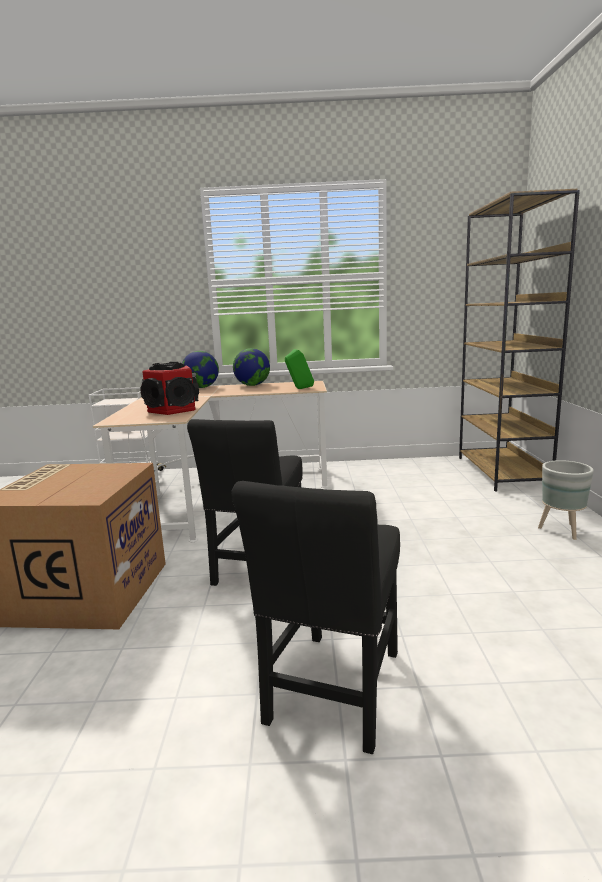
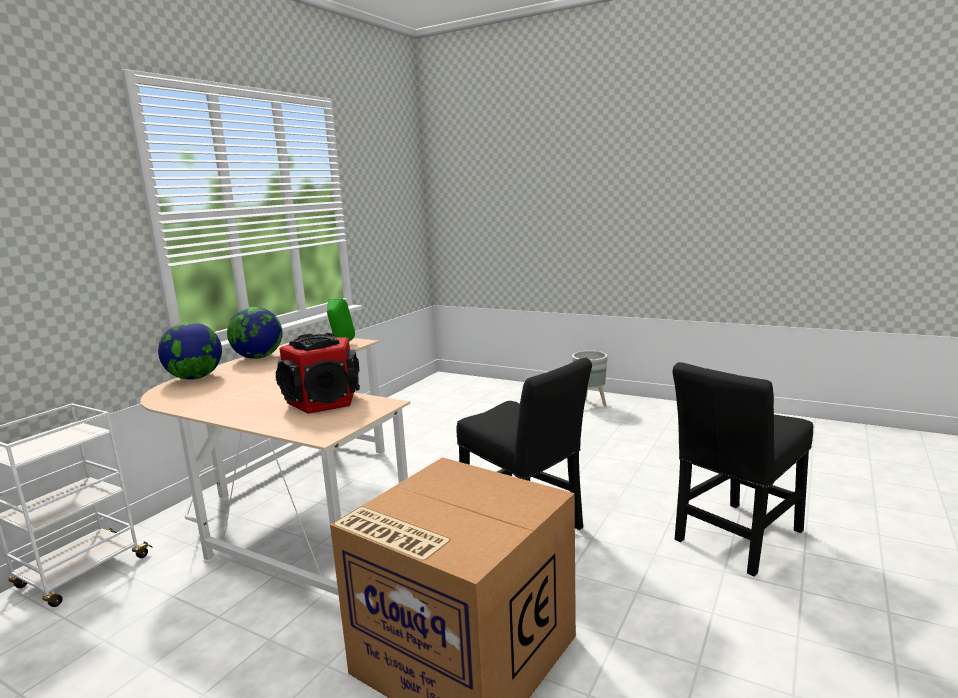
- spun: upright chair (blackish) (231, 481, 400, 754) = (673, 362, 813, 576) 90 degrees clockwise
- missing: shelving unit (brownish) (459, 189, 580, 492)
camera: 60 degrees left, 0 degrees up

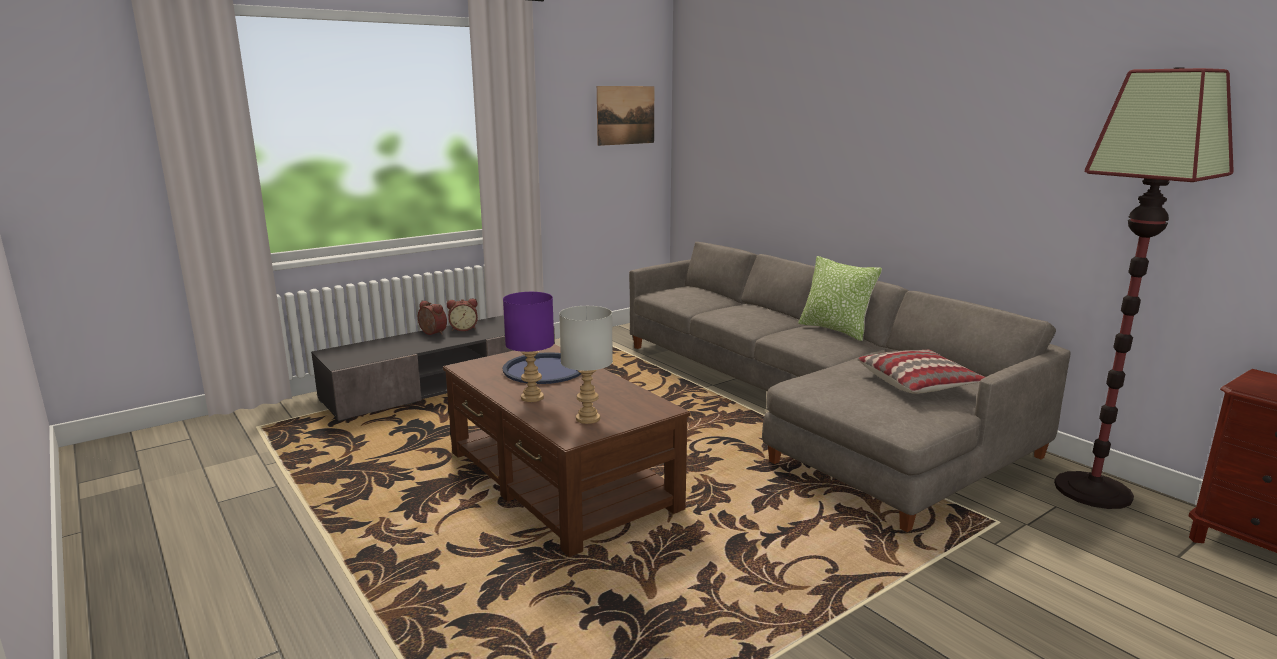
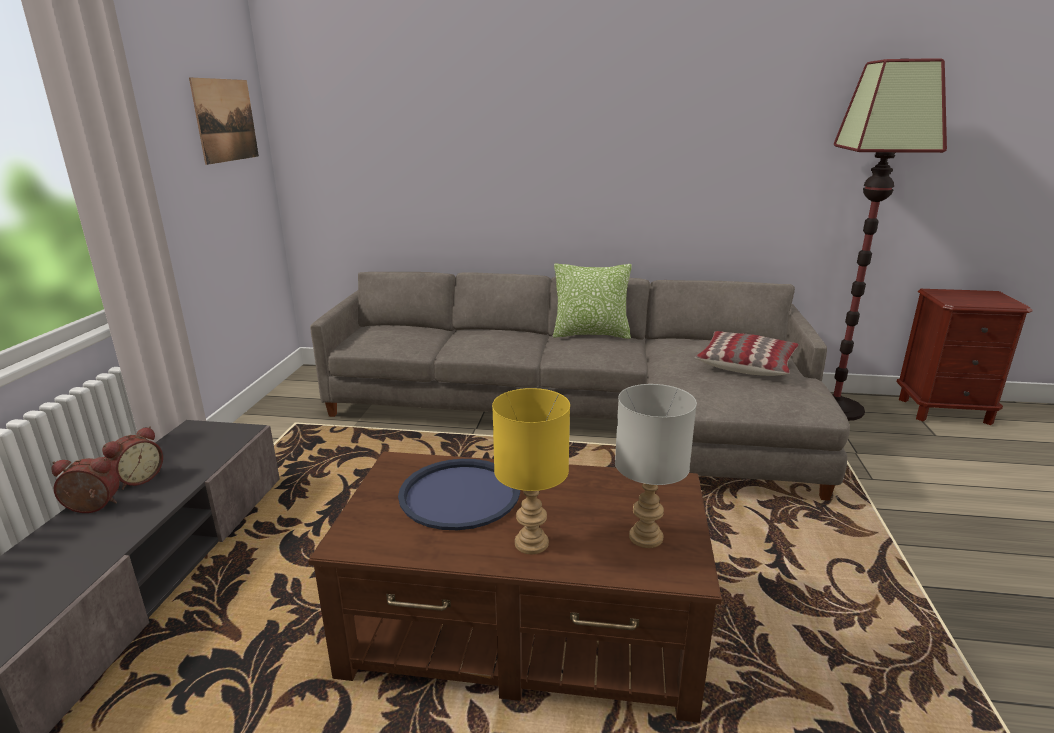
- colour: table lamp (purple) (503, 292, 554, 402) to table lamp (yellow-coloured) (492, 388, 570, 554)
camera: 45 degrees left, 5 degrees up

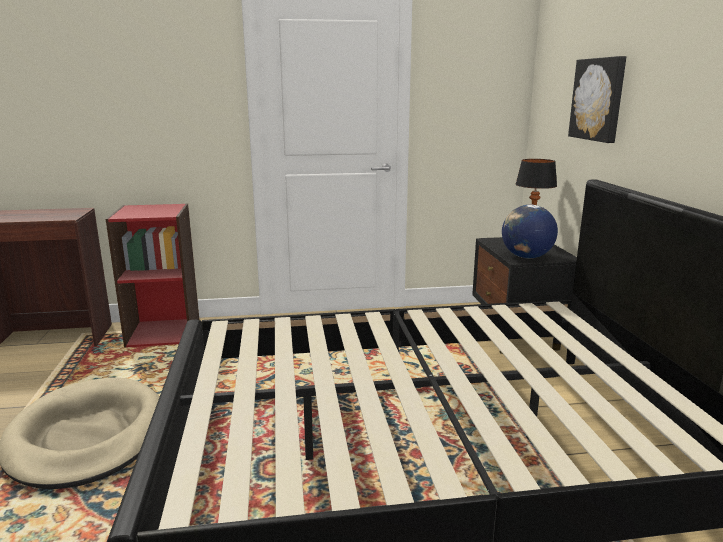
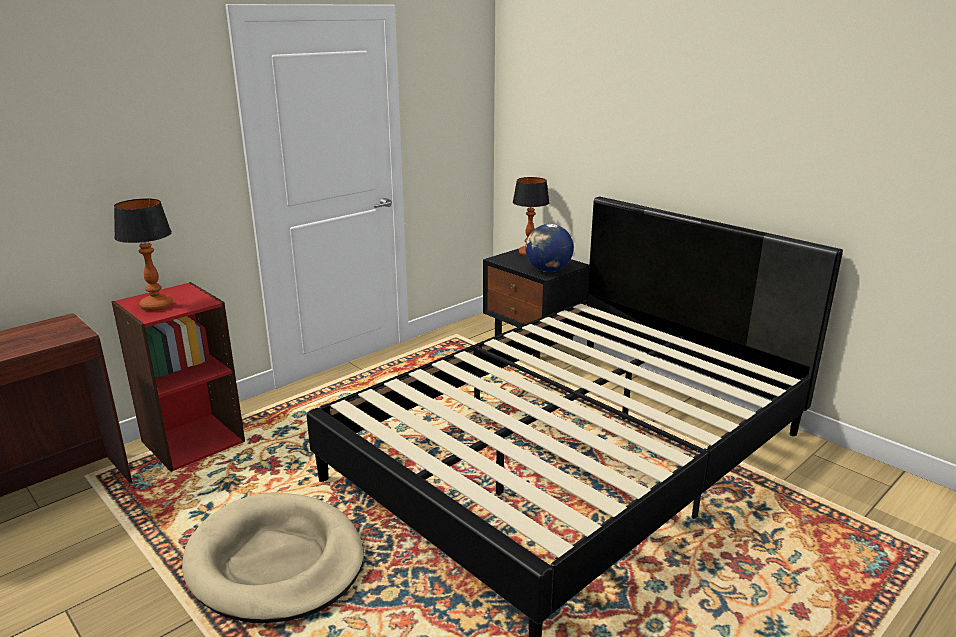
- appeared: table lamp (114, 199, 173, 311)
- missing: picture (568, 56, 626, 143)
camera: 35 degrees left, 5 degrees up

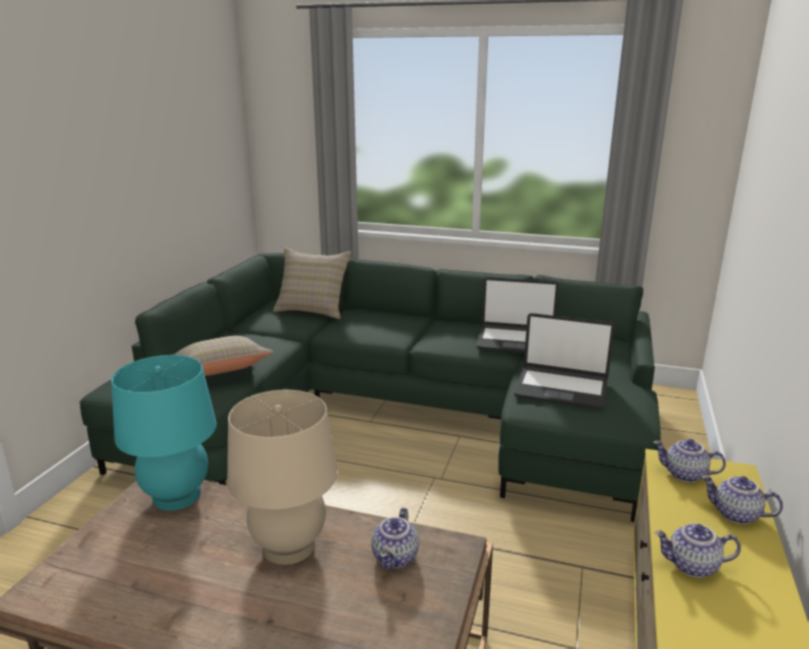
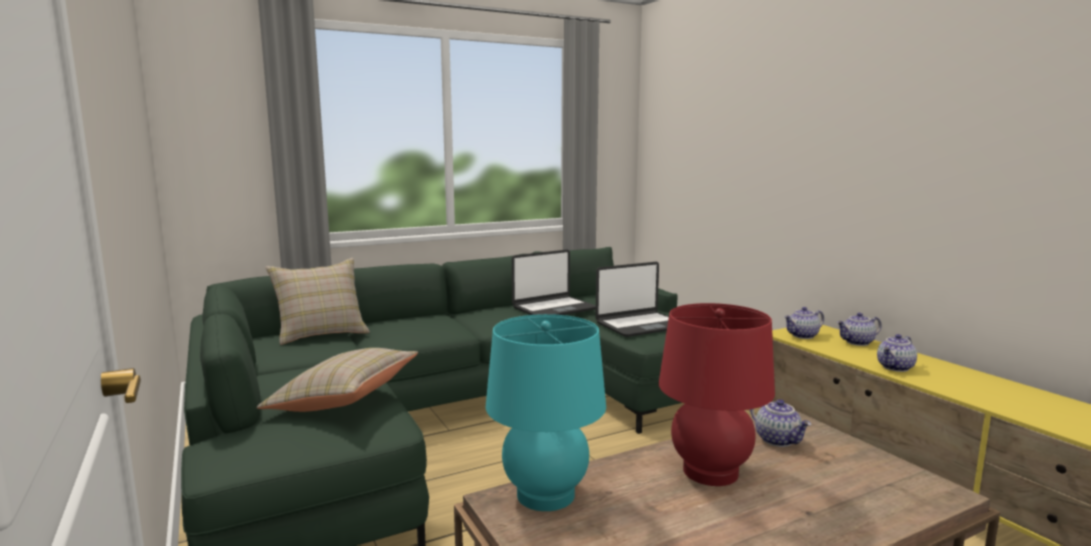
- colour: table lamp (sand-coloured) (227, 390, 338, 565) to table lamp (reddish) (659, 303, 775, 486)
camera: 45 degrees left, 10 degrees down

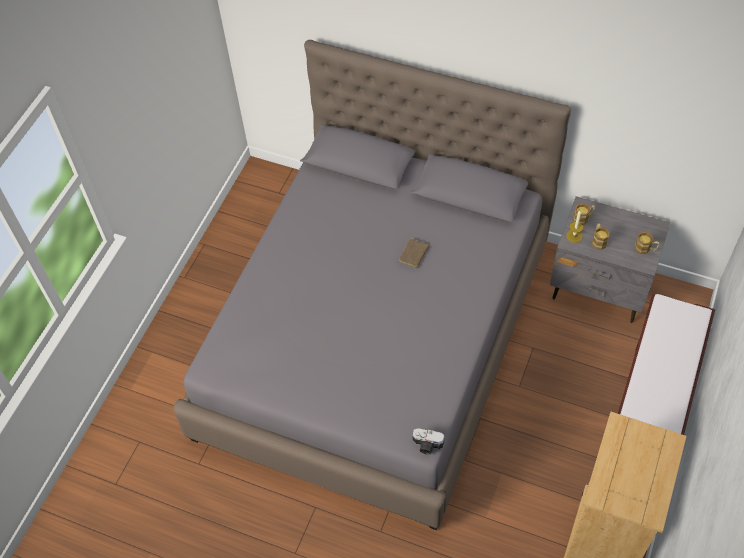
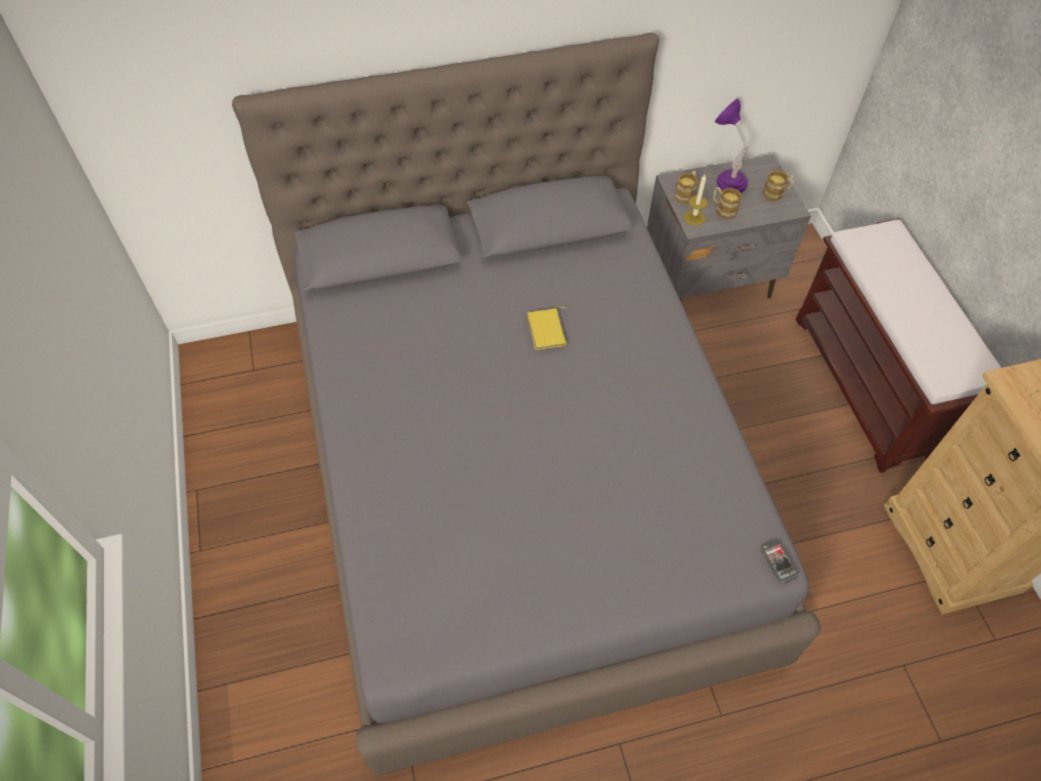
- colour: book (brownish) (398, 238, 435, 269) to book (yellow-coloured) (527, 306, 566, 350)
- appeared: table lamp (purple) (715, 98, 749, 193)
- exchanged: still camera (413, 428, 444, 455) to phone (760, 540, 799, 584)
camera: 40 degrees left, 0 degrees up

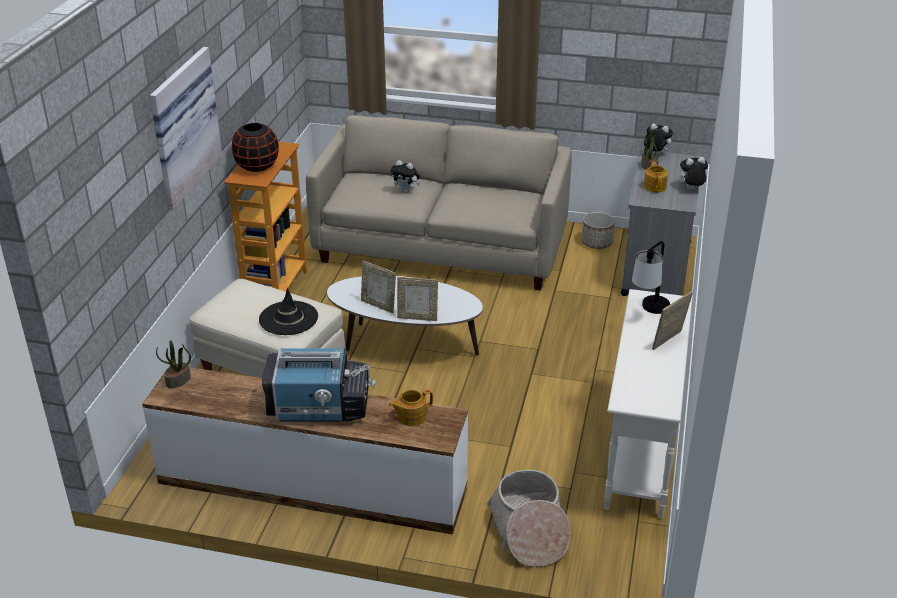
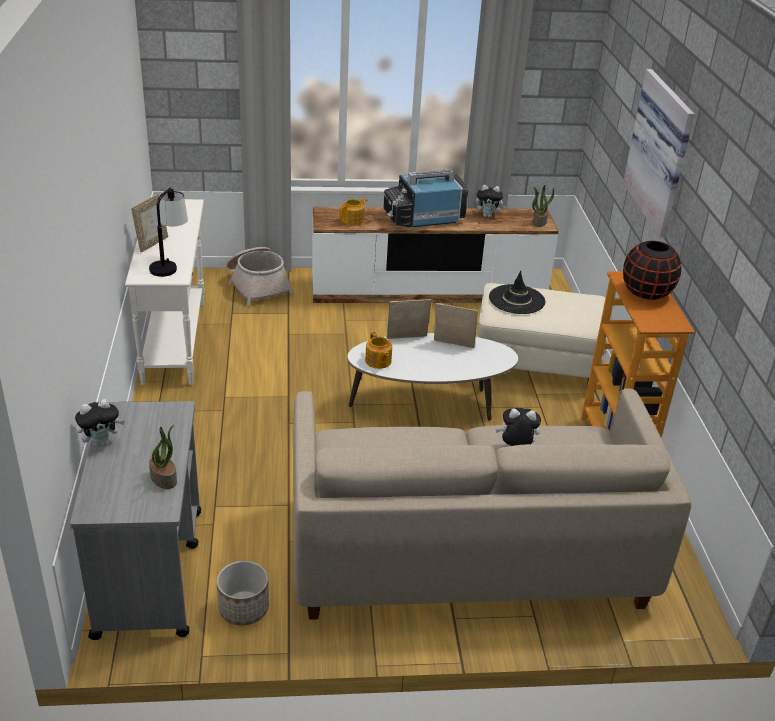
- relocated: pot for tea (644, 161, 668, 193) to (365, 332, 392, 369)
- relocated: plush toy (642, 123, 673, 155) to (476, 185, 506, 218)
camera: 160 degrees right, 0 degrees up

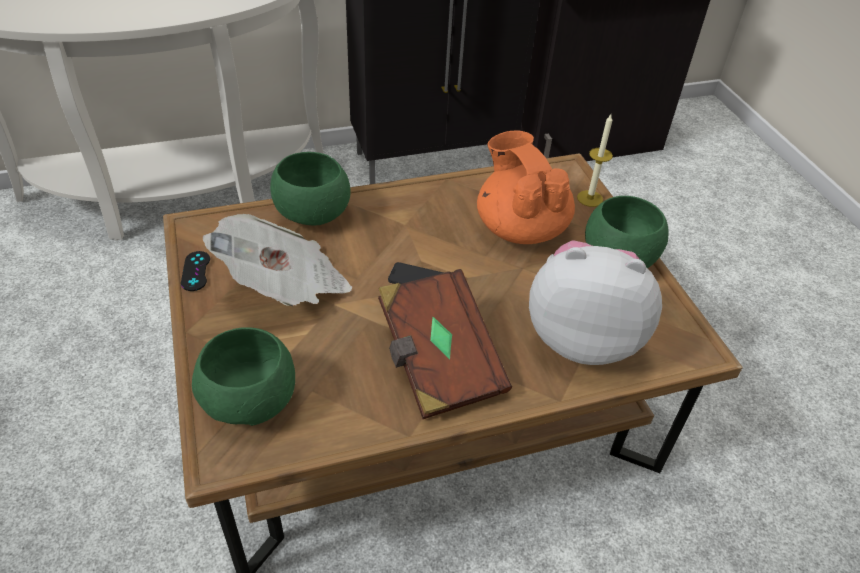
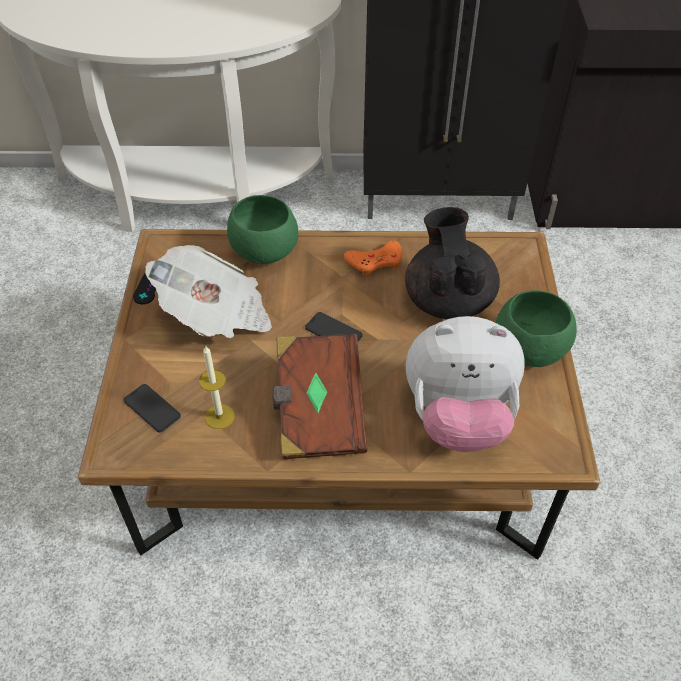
- exchanged: serving bowl (greenish) (192, 327, 295, 426) to phone (124, 384, 181, 433)
- relocated: candle (577, 114, 613, 207) to (199, 345, 235, 429)
- appeared: joypad (orange-coloured) (344, 240, 402, 277)
- colour: pot for tea (orange-coloured) (477, 130, 575, 244) to pot for tea (blackish) (405, 207, 500, 319)
- spun: plush toy (529, 240, 662, 365) = (406, 316, 525, 452) 150 degrees clockwise
camera: 20 degrees right, 5 degrees up

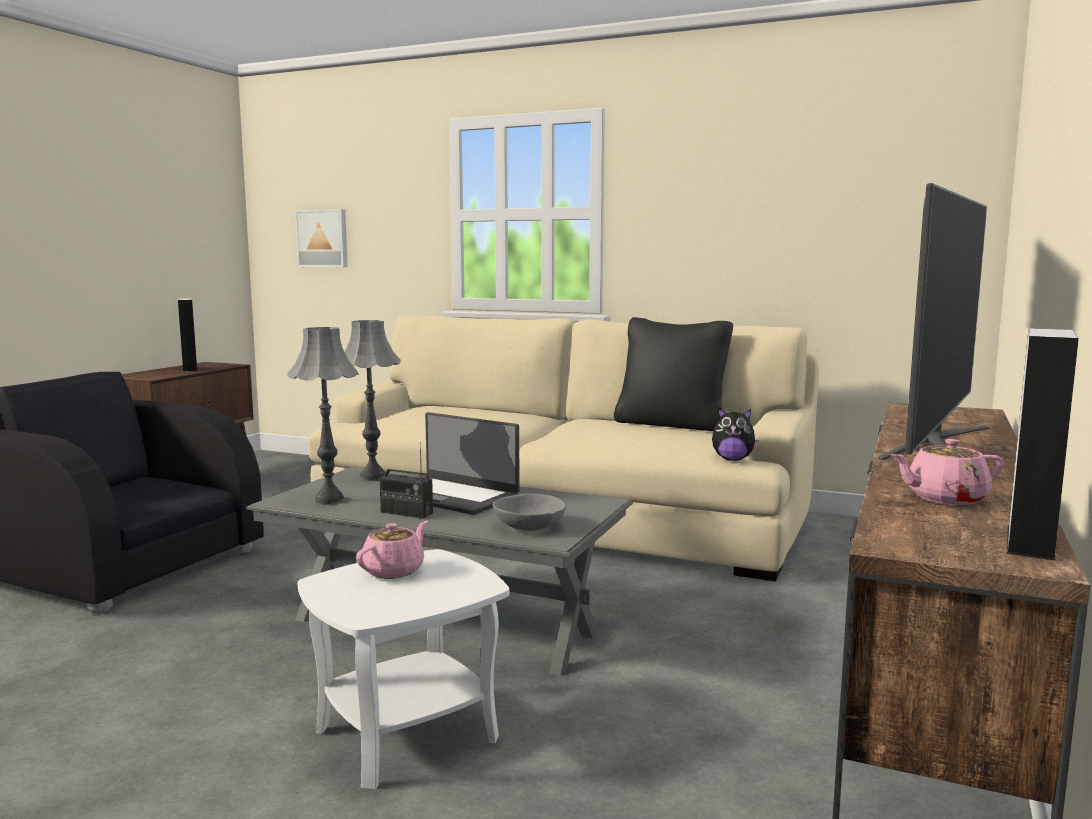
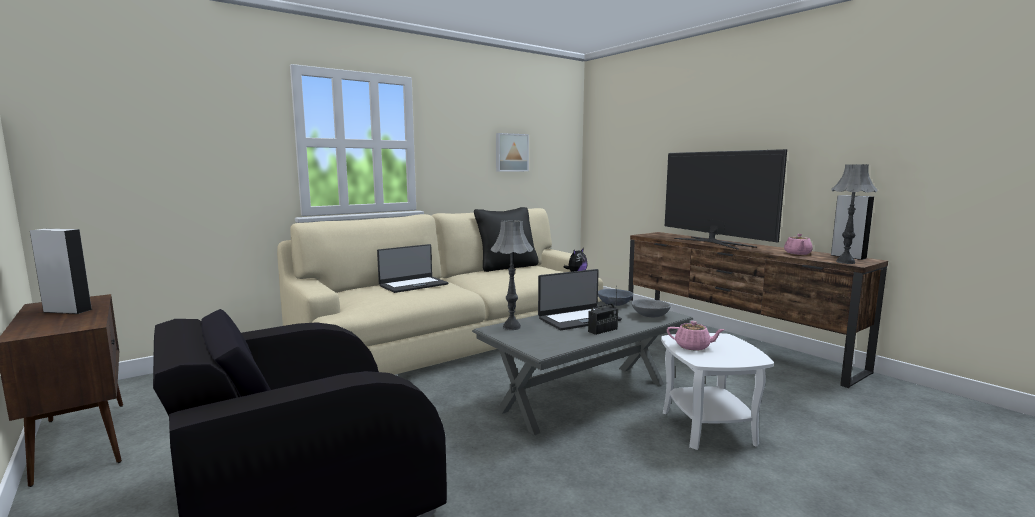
- appeared: portable computer (377, 244, 448, 293)
- relocated: picture (295, 209, 348, 267) to (496, 133, 529, 172)
- appeared: serving bowl (gray) (598, 289, 633, 306)
- spun: pot for tea (pink-coloured) (356, 521, 428, 579) = (667, 321, 724, 351) 135 degrees clockwise
- relocated: table lamp (gray) (287, 327, 358, 504) to (831, 164, 877, 264)
camera: 60 degrees left, 0 degrees up

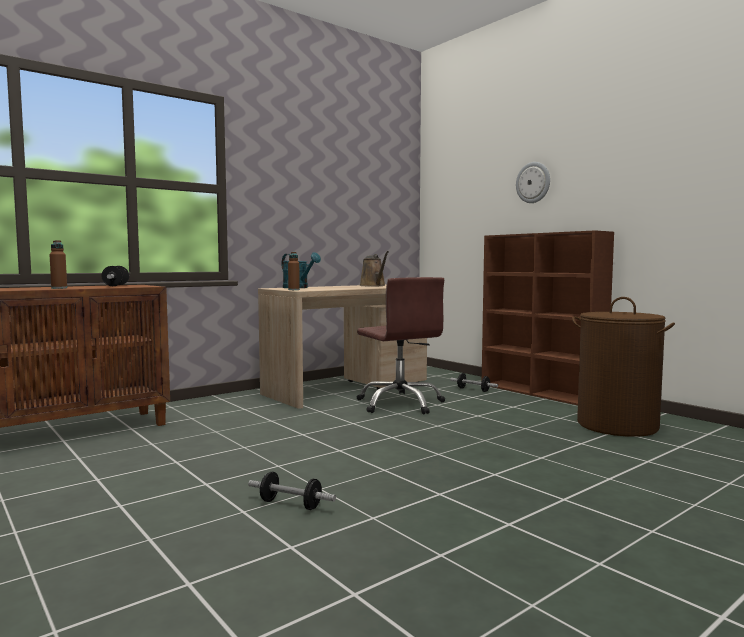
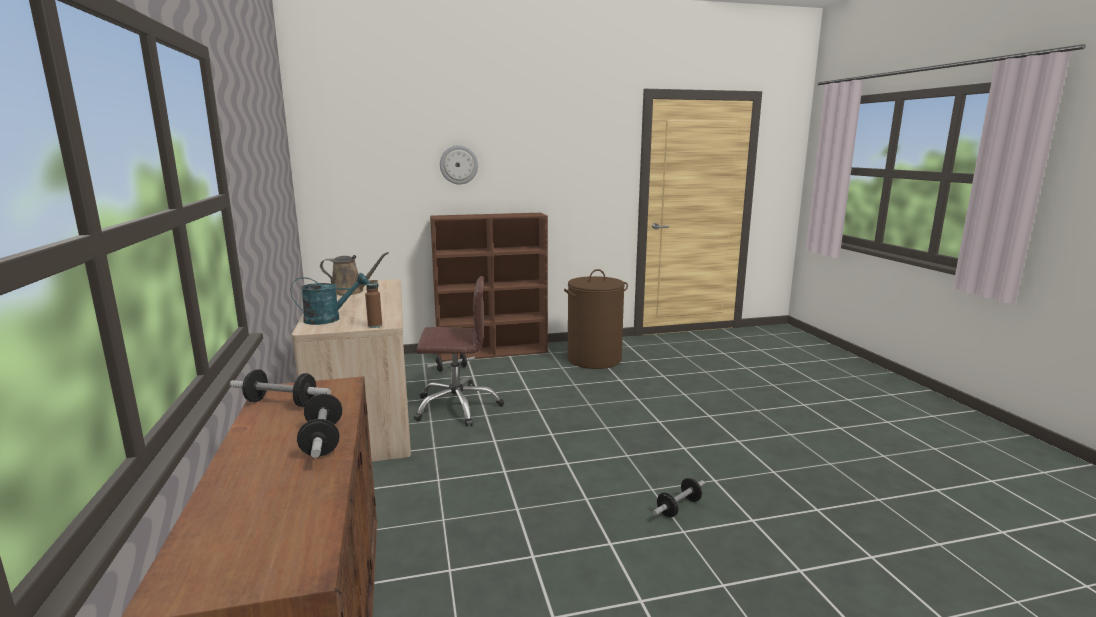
- exchanged: bottle (brownish) (49, 240, 67, 289) to free weight (297, 394, 342, 458)
camera: 65 degrees left, 10 degrees up

